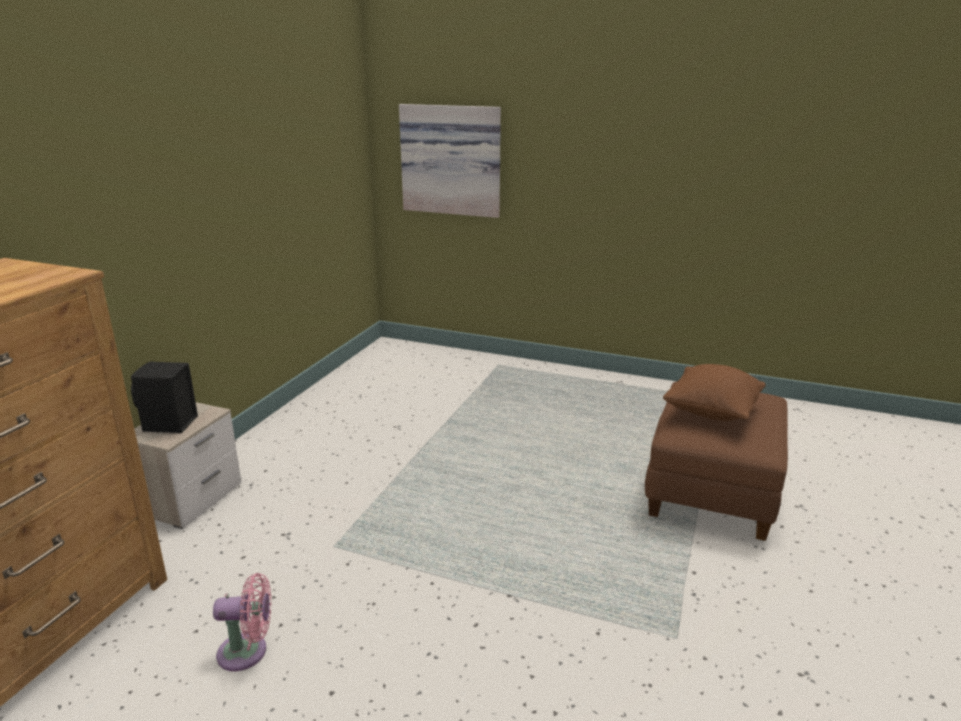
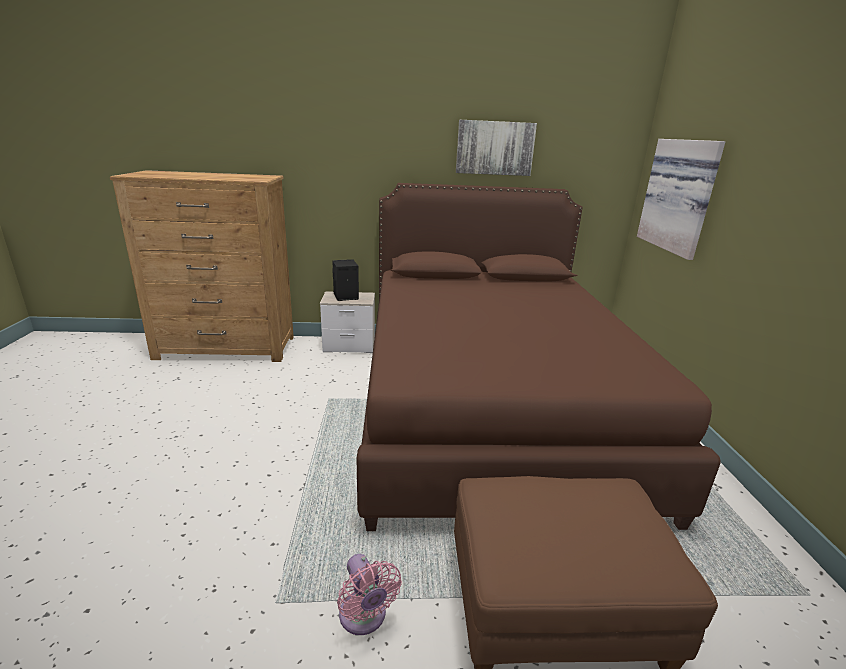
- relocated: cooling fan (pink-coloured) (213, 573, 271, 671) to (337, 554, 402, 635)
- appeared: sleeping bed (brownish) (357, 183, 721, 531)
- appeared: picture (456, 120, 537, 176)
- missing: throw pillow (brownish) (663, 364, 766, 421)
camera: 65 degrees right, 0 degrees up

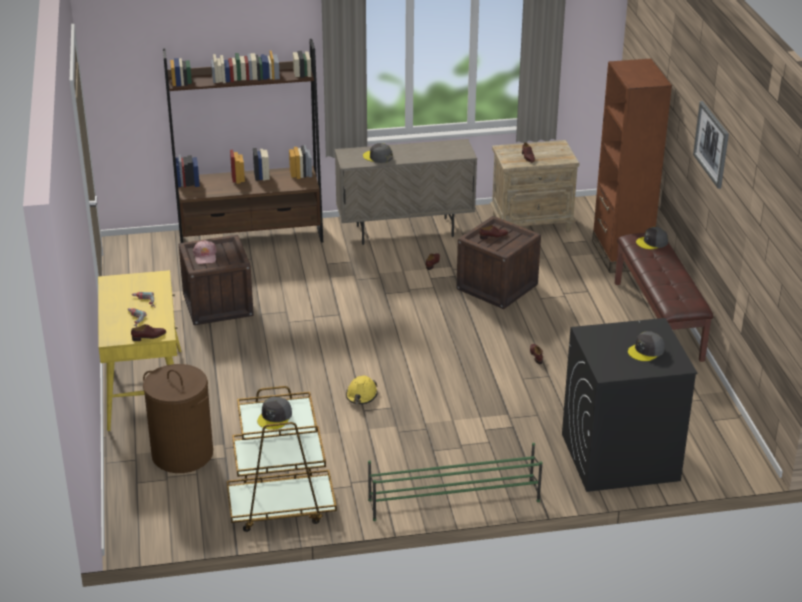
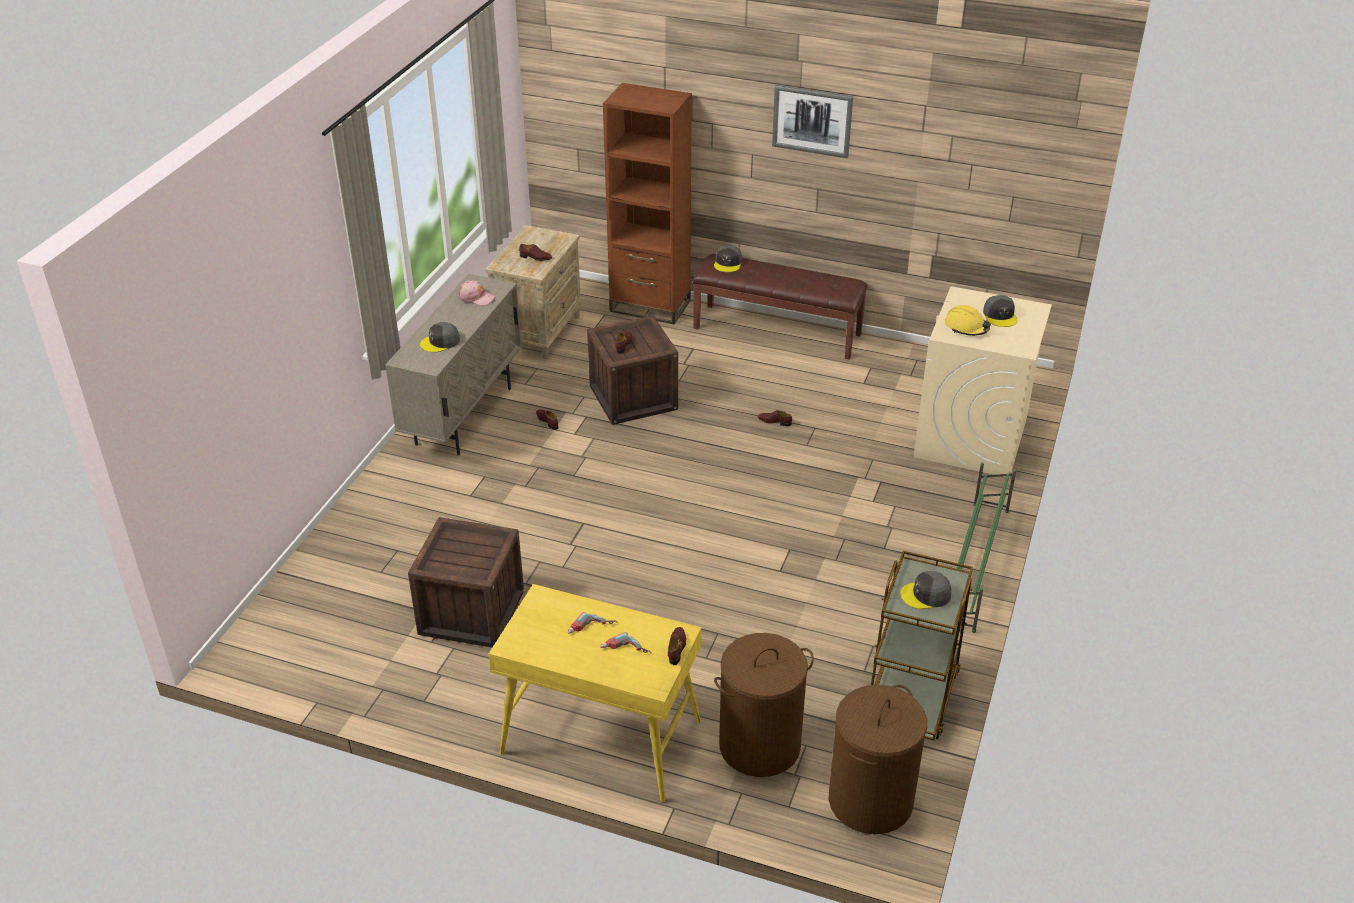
- relocated: peaked cap (pink-coloured) (193, 241, 217, 264) to (458, 280, 496, 306)
- appeared: washing basket (brownish) (829, 685, 927, 834)
- spun: peaked cap (gray) (257, 397, 292, 430) = (900, 571, 951, 609) 120 degrees clockwise
- colour: laundry machine (blackish) (562, 318, 697, 492) to laundry machine (sand-coloured) (914, 286, 1052, 478)
- relocated: safety helmet (yellow-coloured) (346, 376, 378, 404) to (945, 305, 991, 336)
- missing: shelving unit (brownish) (163, 39, 323, 243)
camera: 60 degrees left, 5 degrees up

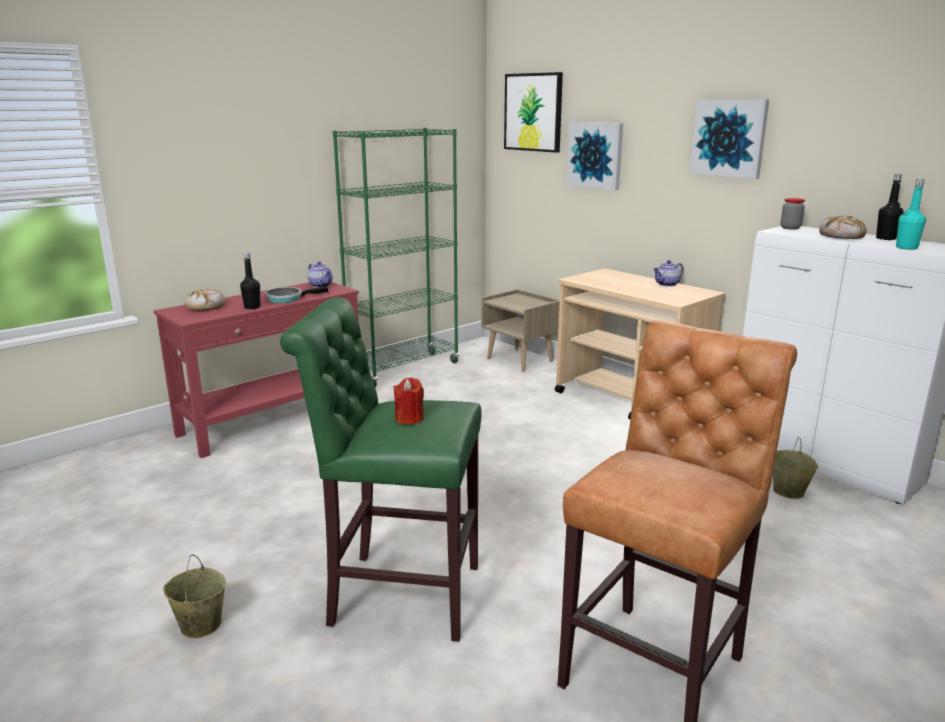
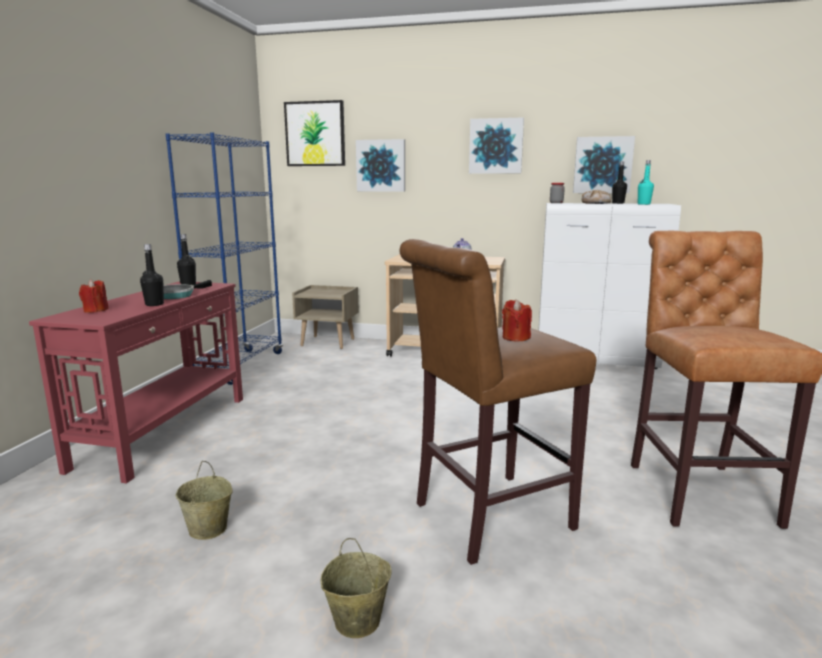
- exchanged: bread (185, 289, 226, 311) to candle (reddish) (79, 280, 109, 313)
- colour: shelving unit (greenish) (333, 128, 459, 387) to shelving unit (blue-coloured) (166, 132, 283, 385)
- relocated: bucket (sand-coloured) (773, 437, 818, 499) to (176, 461, 233, 540)
- exchanged: pot for tea (307, 262, 333, 288) to bottle (blackish) (177, 234, 196, 285)
- colour: stool seat (greenish) (280, 297, 482, 642) to stool seat (brownish) (400, 239, 596, 565)
- appeared: picture (573, 136, 635, 193)
camera: 35 degrees left, 5 degrees down

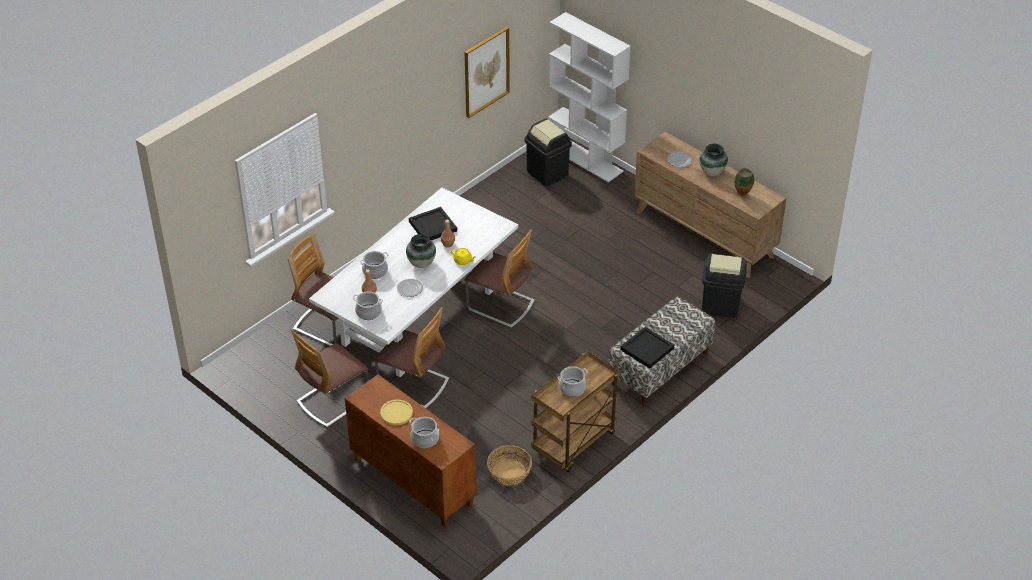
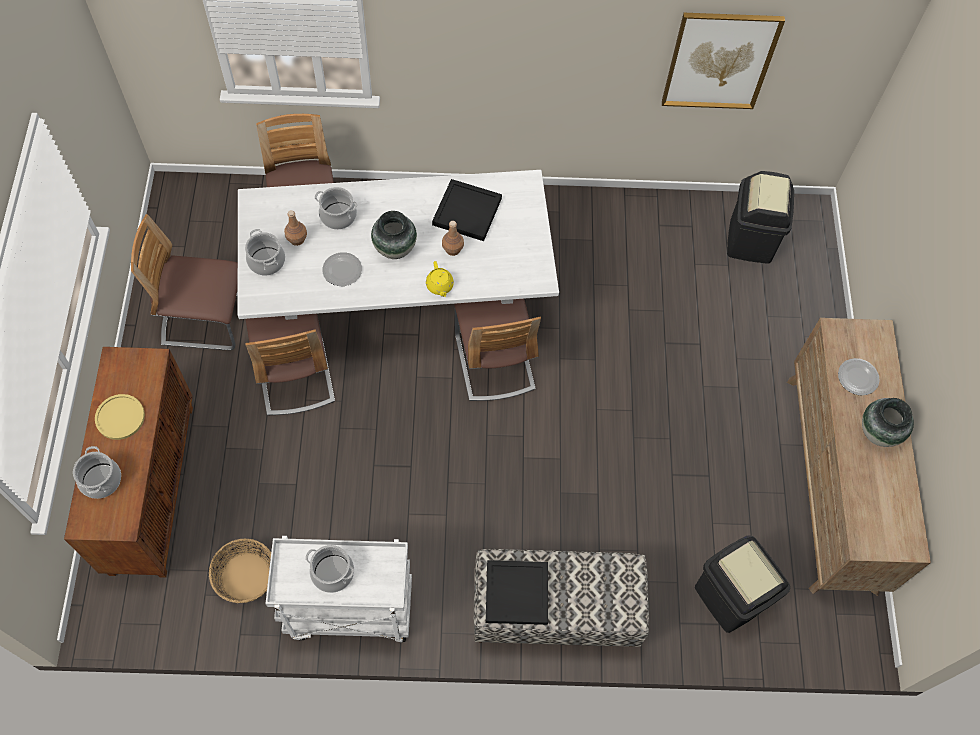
- colour: wheeled cart (brownish) (531, 351, 620, 472) to wheeled cart (white) (265, 536, 412, 643)
- missing: shelving unit (white) (548, 12, 631, 182)
- missing: vase (735, 168, 754, 196)
camera: 45 degrees right, 20 degrees up

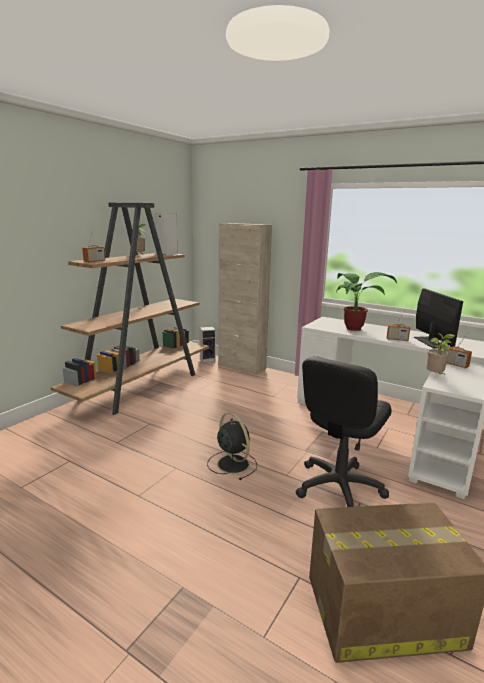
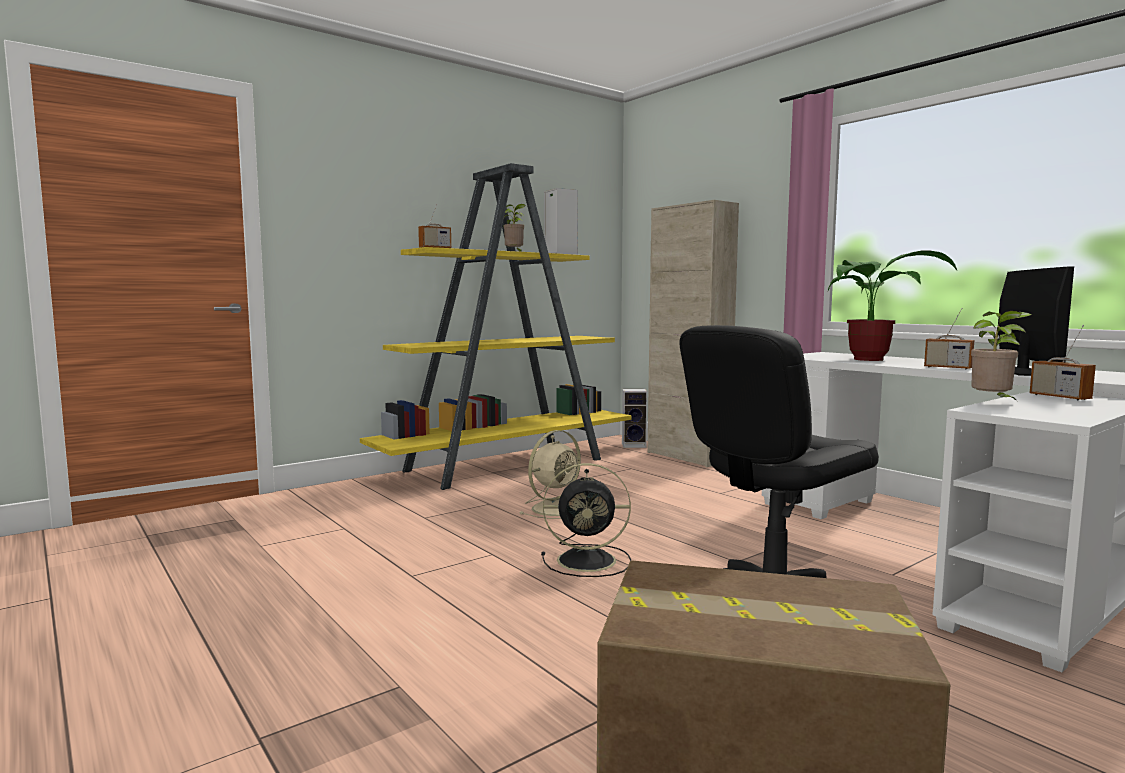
- colour: shelving unit (brownish) (51, 203, 209, 415) to shelving unit (yellow-coloured) (360, 163, 632, 490)
- appeared: cooling fan (sand-coloured) (519, 430, 581, 519)
- spun: cooling fan (blackish) (207, 412, 257, 480) = (541, 463, 631, 577) 105 degrees clockwise
camera: 20 degrees right, 10 degrees down

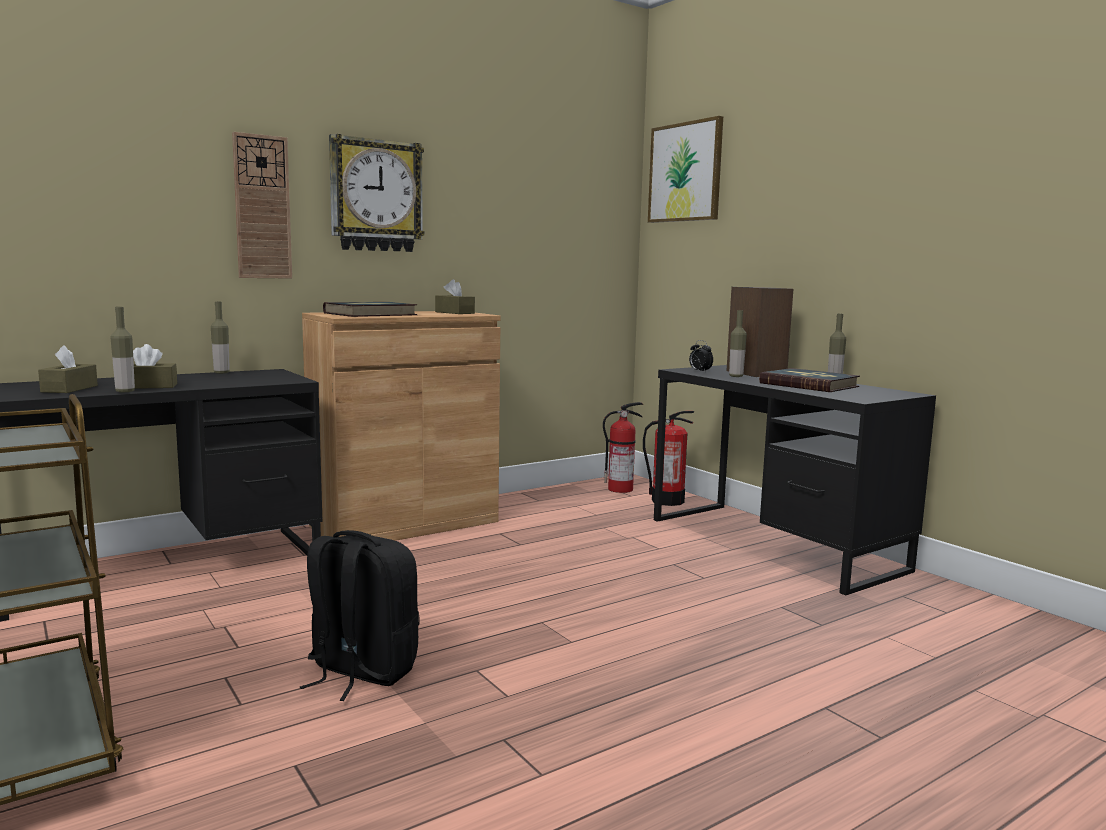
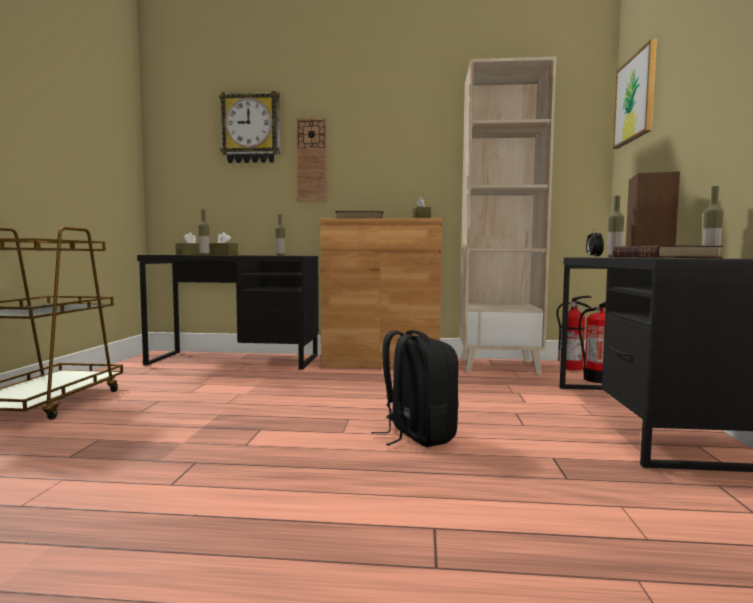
- relocated: hanging clock (329, 134, 425, 252) to (219, 91, 280, 163)
- relocated: rucksack (blackish) (300, 530, 419, 701) to (371, 330, 459, 447)
- appeared: shelving unit (sand-coloured) (459, 57, 556, 374)
camera: 40 degrees right, 5 degrees down

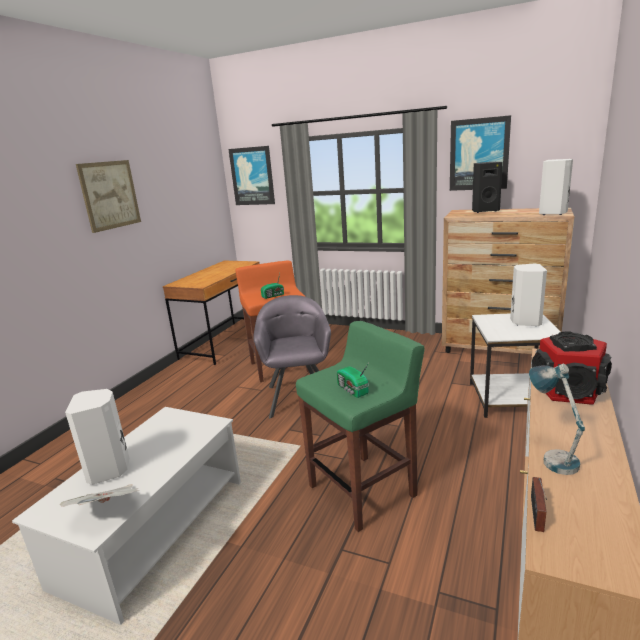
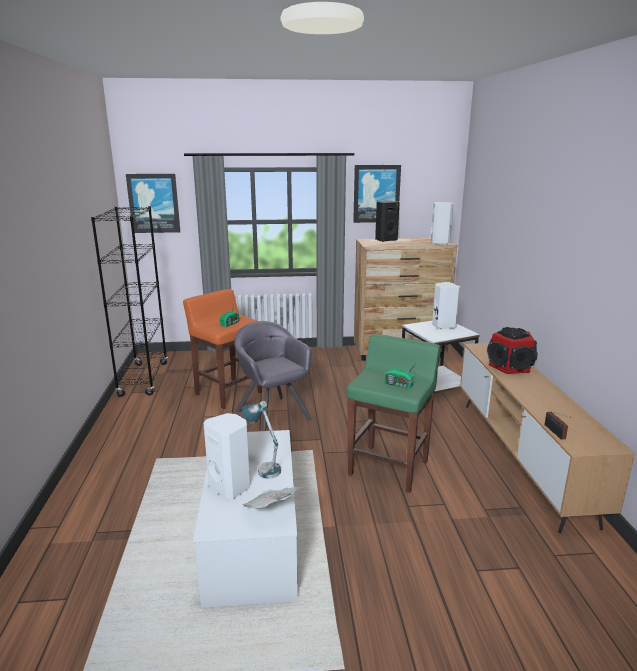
- exchanged: desk (brownish) (163, 261, 260, 365) to shelving unit (blackish) (91, 206, 168, 397)
- relocated: table lamp (529, 364, 585, 475) to (242, 401, 281, 479)
- missing: picture (76, 160, 141, 233)
camera: 30 degrees left, 0 degrees up

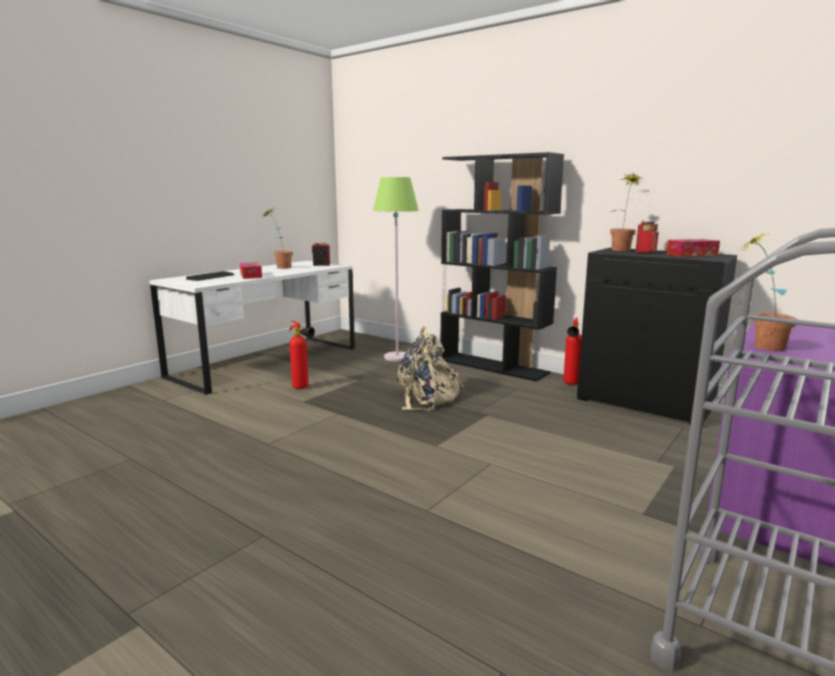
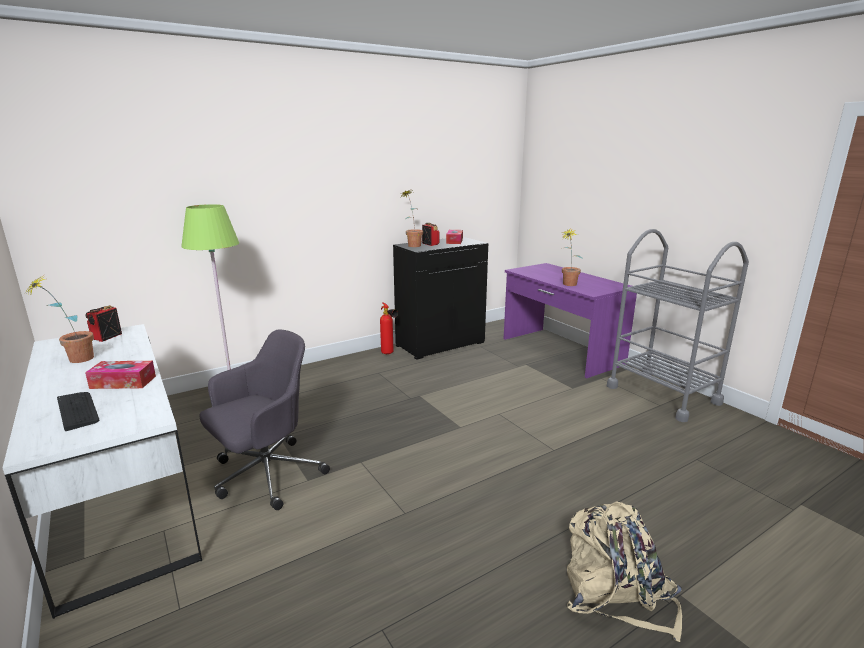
- exchanged: extinguisher (290, 321, 315, 389) to office chair (gray) (199, 330, 330, 510)
- relocated: rucksack (sand-coloured) (397, 326, 464, 410) to (566, 501, 682, 642)
- missing: shelving unit (blackish) (440, 152, 564, 381)
camera: 70 degrees left, 5 degrees up

